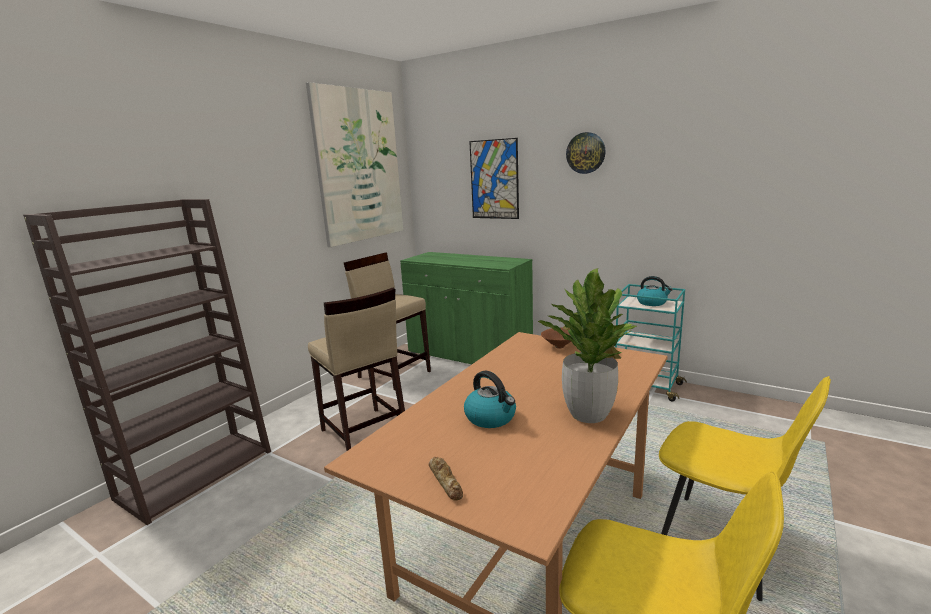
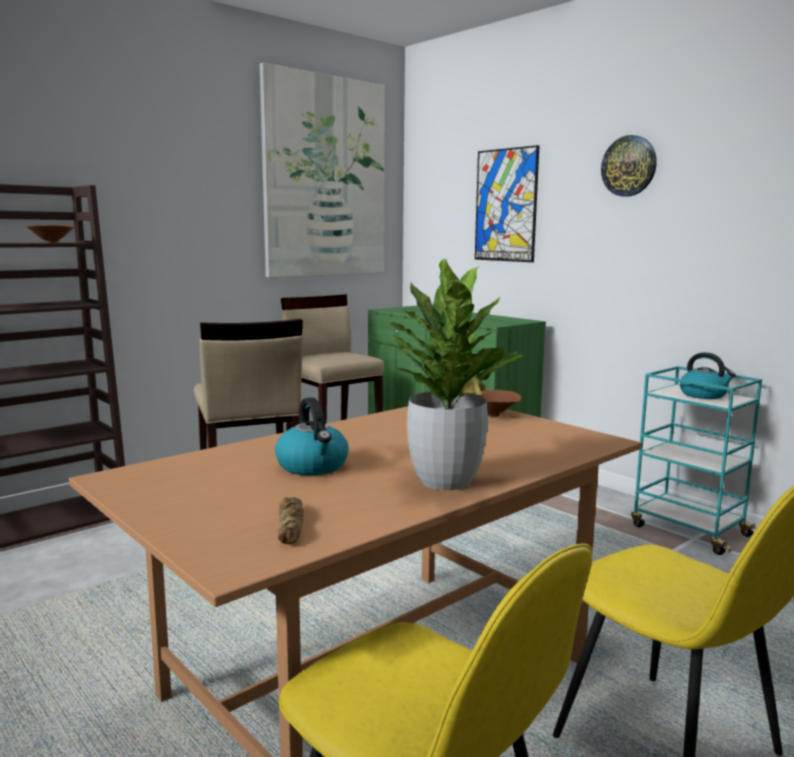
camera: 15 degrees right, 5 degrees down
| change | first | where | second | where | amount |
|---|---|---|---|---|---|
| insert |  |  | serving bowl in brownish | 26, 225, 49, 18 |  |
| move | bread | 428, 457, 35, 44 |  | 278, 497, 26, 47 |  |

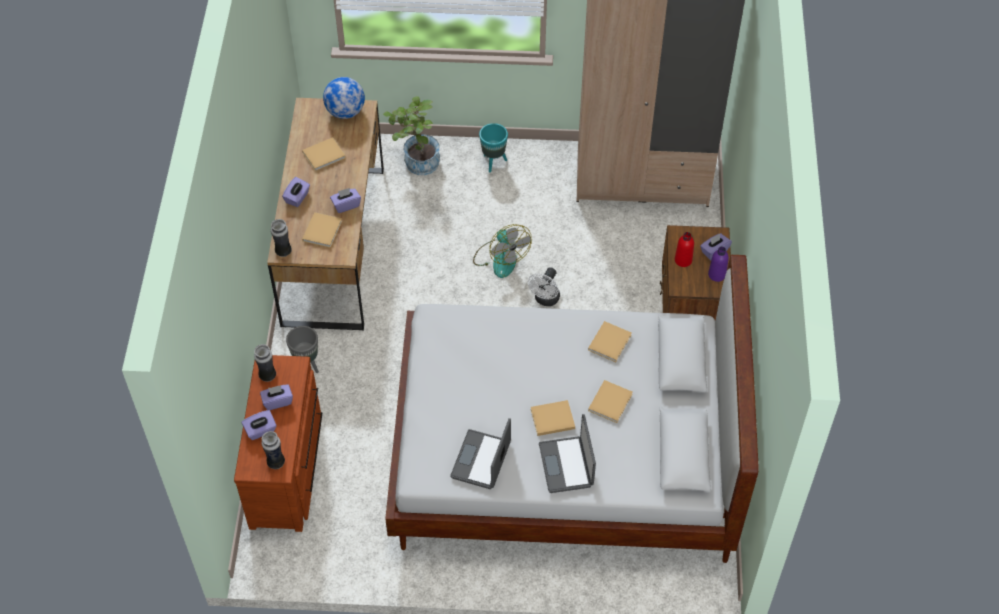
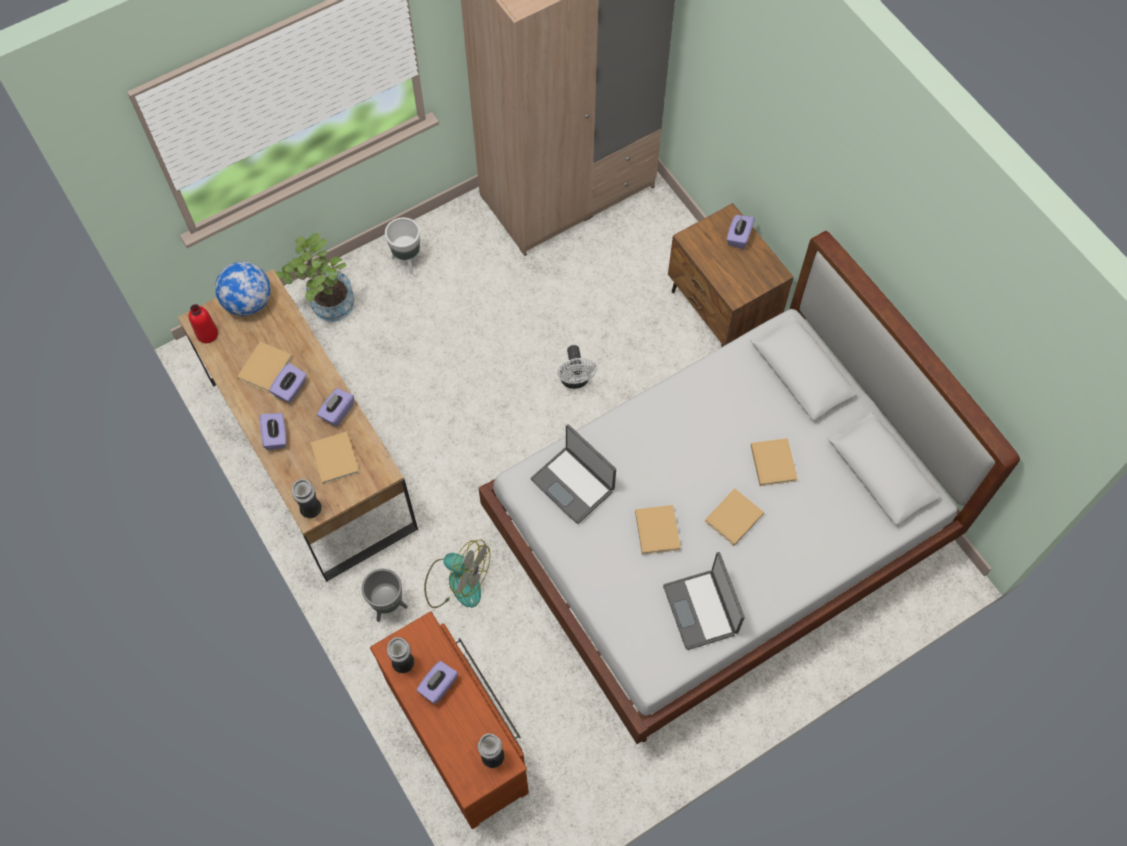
camera: 35 degrees left, 10 degrees up
| change | first | where | second | where | amount |
|---|---|---|---|---|---|
| delete | drink bottle in purple | 708, 247, 21, 35 |  |  |  |
| move | tissue box in purple | 242, 410, 35, 30 |  | 269, 363, 38, 40 |  |
| move | electric fan | 473, 224, 59, 54 |  | 424, 540, 66, 68 |  |
| move | laptop | 539, 414, 57, 79 |  | 530, 424, 86, 100 |  |
| move | book in sand-coloured | 588, 321, 44, 41 |  | 635, 505, 46, 50 |  |
| move | drink bottle in reddish | 675, 232, 19, 35 |  | 189, 304, 29, 39 |  |
| recolor | plant pot in blue-green | 479, 123, 29, 49 | plant pot in whitish | 385, 217, 35, 58 |  |

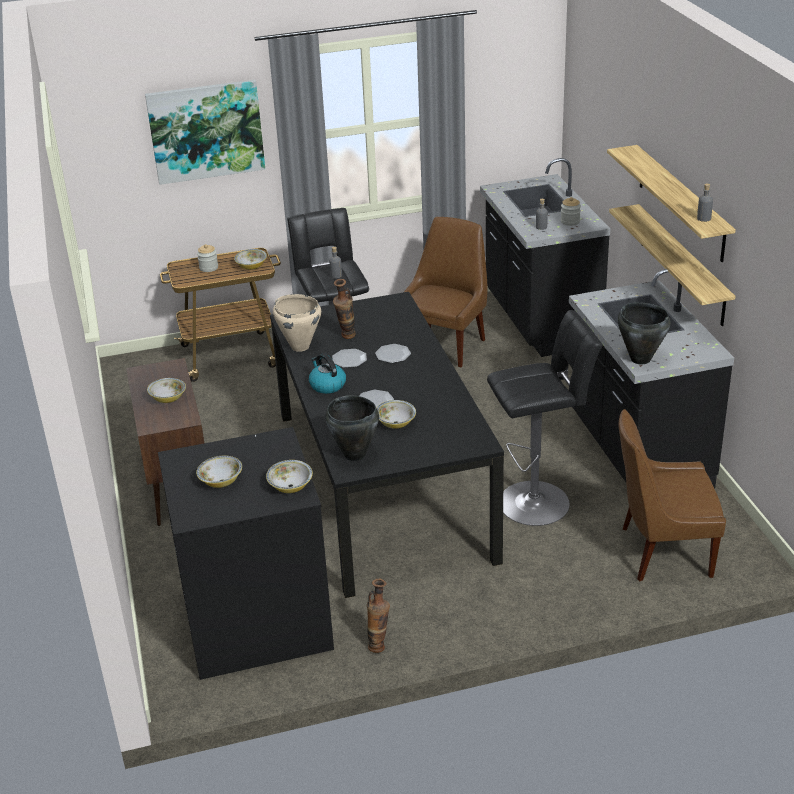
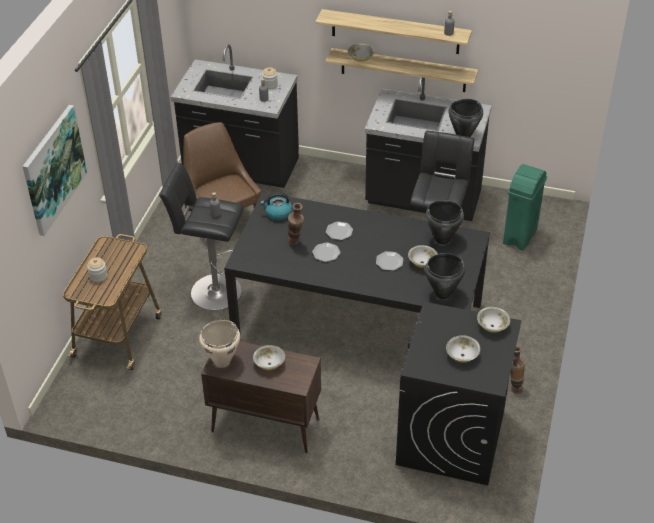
camera: 60 degrees left, 10 degrees up
| change | first | where | second | where | amount |
|---|---|---|---|---|---|
| insert |  |  | saucepot in black | 426, 200, 38, 44 |  |
| move | serving bowl | 234, 249, 33, 21 |  | 348, 43, 26, 19 |  |
| move | saucepot in sand-coloured | 273, 294, 48, 58 |  | 199, 320, 41, 47 |  |
| move | water kettle | 309, 353, 37, 41 |  | 260, 193, 32, 27 |  |
| replace | upright chair in brownish | 619, 409, 107, 172 | trash can in green-coloured | 503, 164, 44, 87 |  |

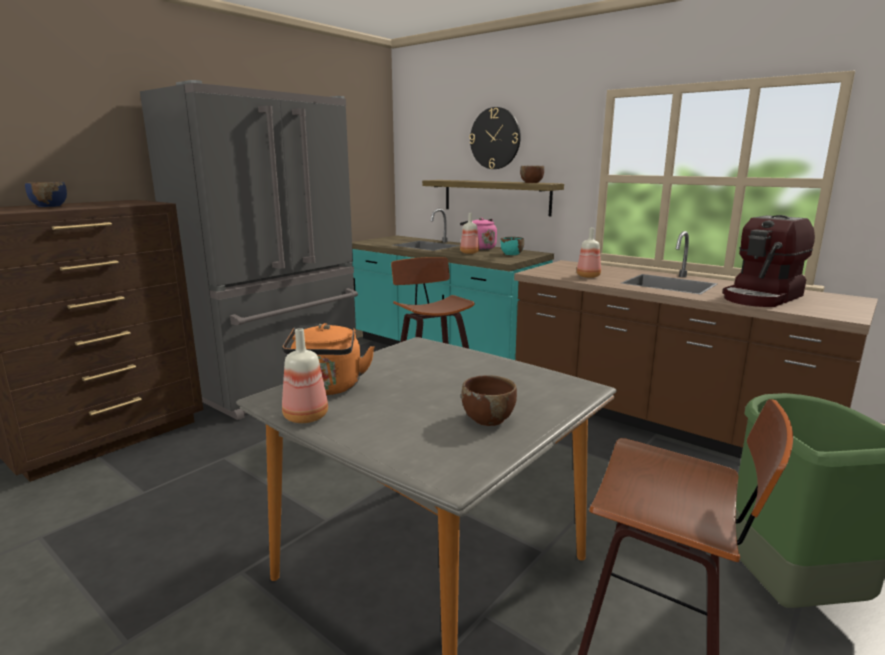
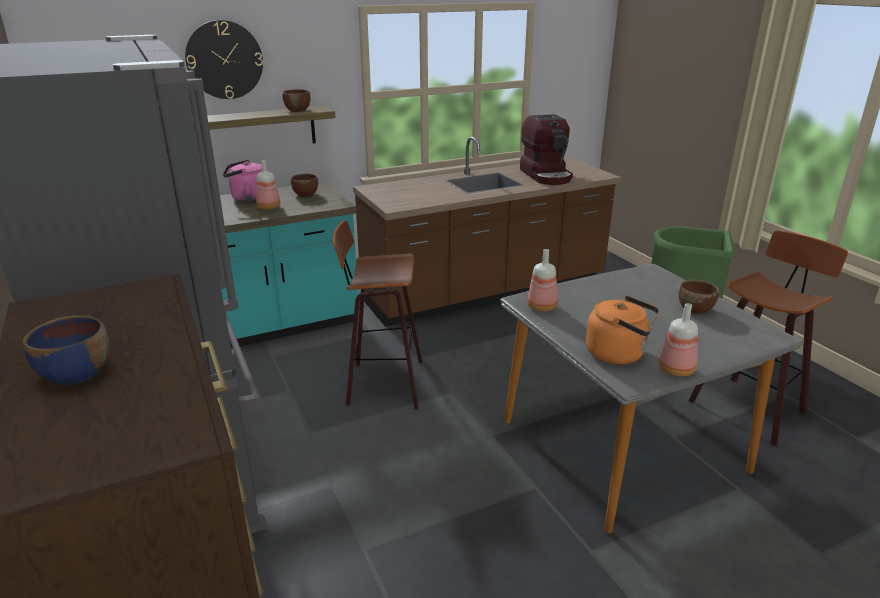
camera: 65 degrees left, 10 degrees up
| change | first | where | second | where | amount |
|---|---|---|---|---|---|
| move | drink bottle | 577, 228, 24, 50 |  | 527, 249, 31, 63 |  |
| recolor | serving bowl in blue-green | 500, 237, 24, 18 | serving bowl in brownish | 291, 174, 27, 23 |  |

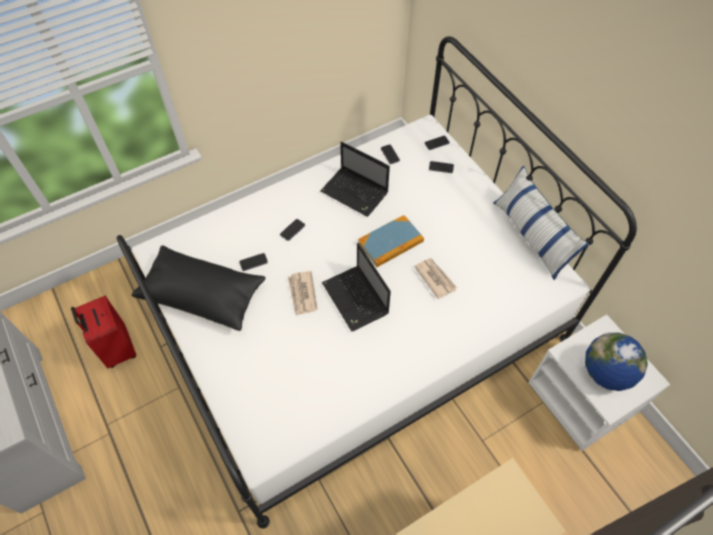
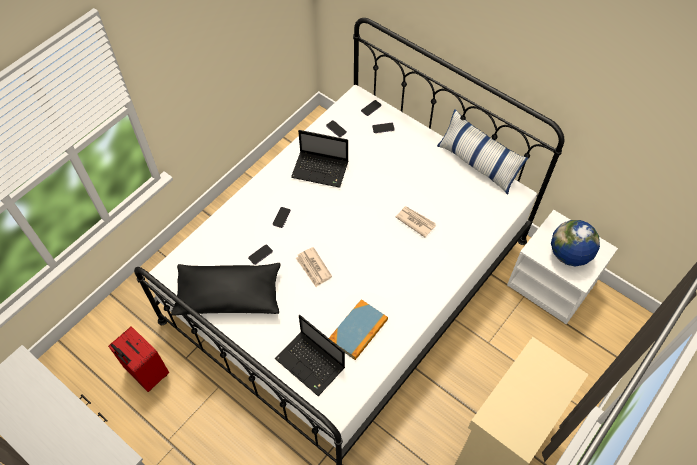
camera: 20 degrees left, 0 degrees up
| change | first | where | second | where | amount |
|---|---|---|---|---|---|
| move | laptop | 322, 243, 69, 89 |  | 275, 315, 70, 81 |  |
| move | book | 358, 215, 66, 52 |  | 329, 299, 59, 61 |  |

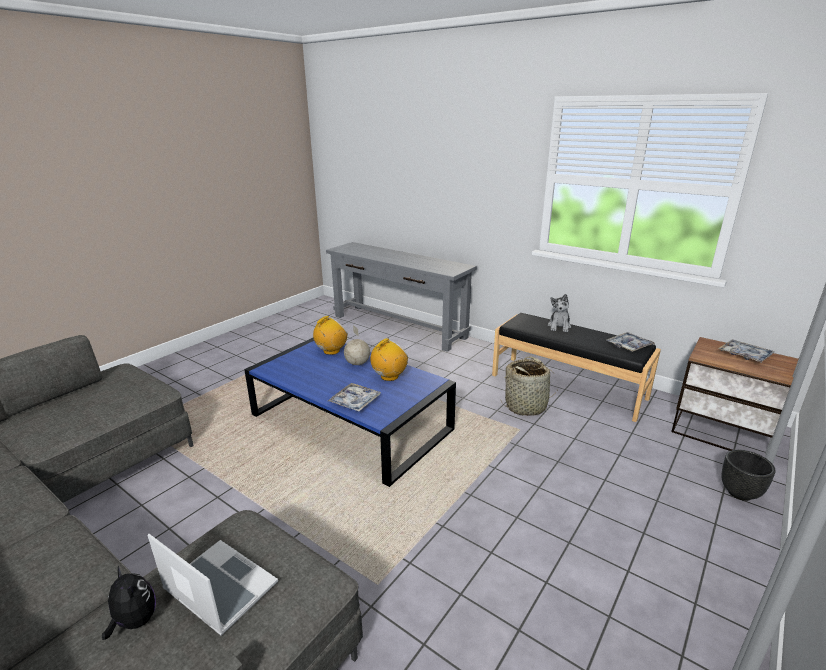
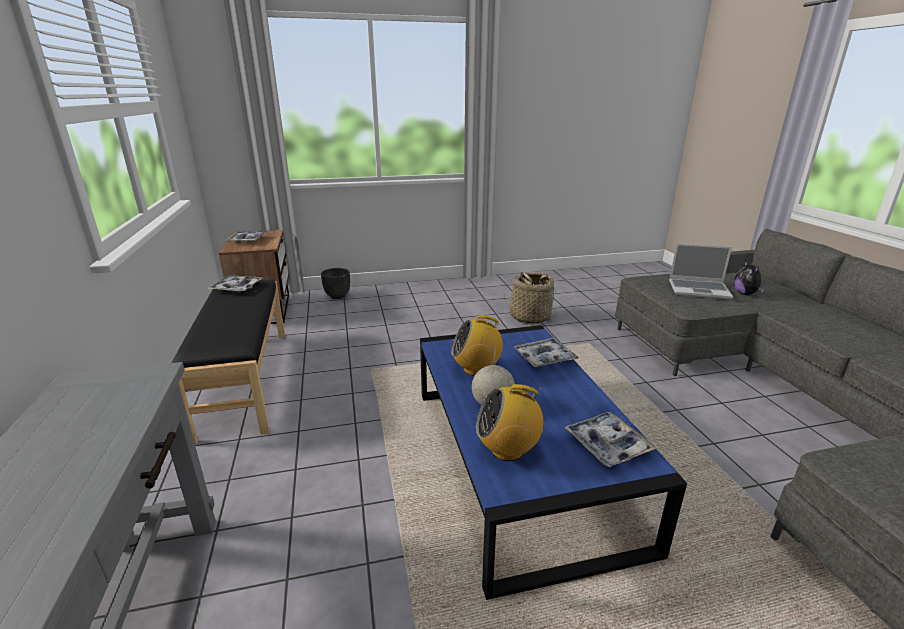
camera: 140 degrees left, 0 degrees up
| change | first | where | second | where | amount |
|---|---|---|---|---|---|
| delete | plush toy | 548, 294, 23, 38 |  |  |  |
| insert |  |  | serving tray | 564, 412, 93, 55 |  |
| move | household basket | 500, 356, 59, 60 |  | 504, 272, 52, 52 |  |
| rotate | laptop | 148, 534, 130, 102 |  | 669, 243, 64, 57 | 60 degrees counterclockwise |

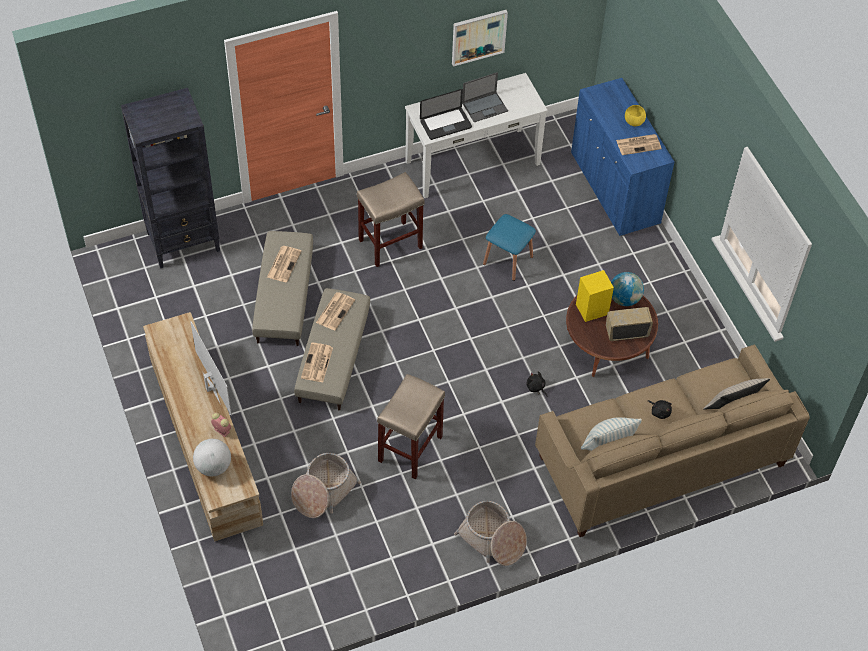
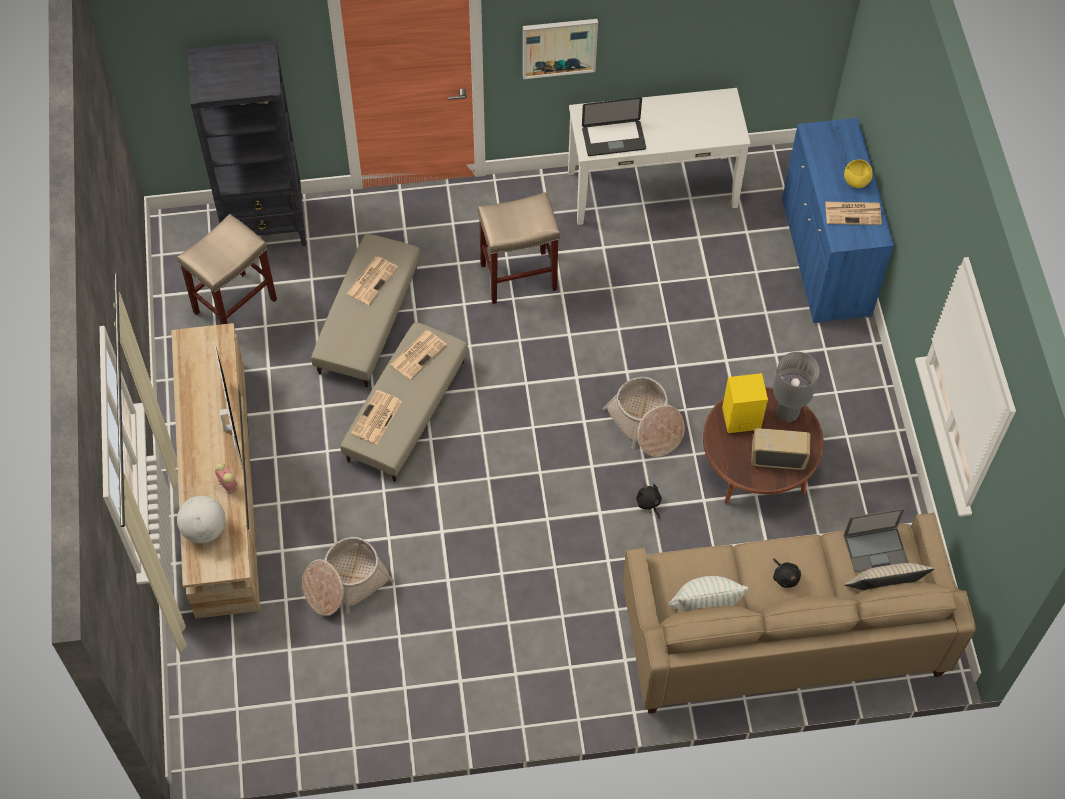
camera: 15 degrees right, 5 degrees up
| change | first | where | second | where | amount |
|---|---|---|---|---|---|
| delete | stool in bluish | 483, 214, 53, 67 |  |  |  |
| move | stool in sand-coloured | 377, 374, 68, 105 |  | 177, 214, 100, 110 |  |
| move | wall picture | 452, 10, 56, 56 |  | 523, 19, 75, 60 |  |
| move | household basket | 454, 501, 73, 65 |  | 602, 377, 83, 80 |  |
| move | laptop | 462, 72, 46, 50 |  | 844, 508, 64, 64 |  |
| replace | world globe | 611, 272, 33, 34 | table lamp in grey | 773, 352, 47, 70 |  |

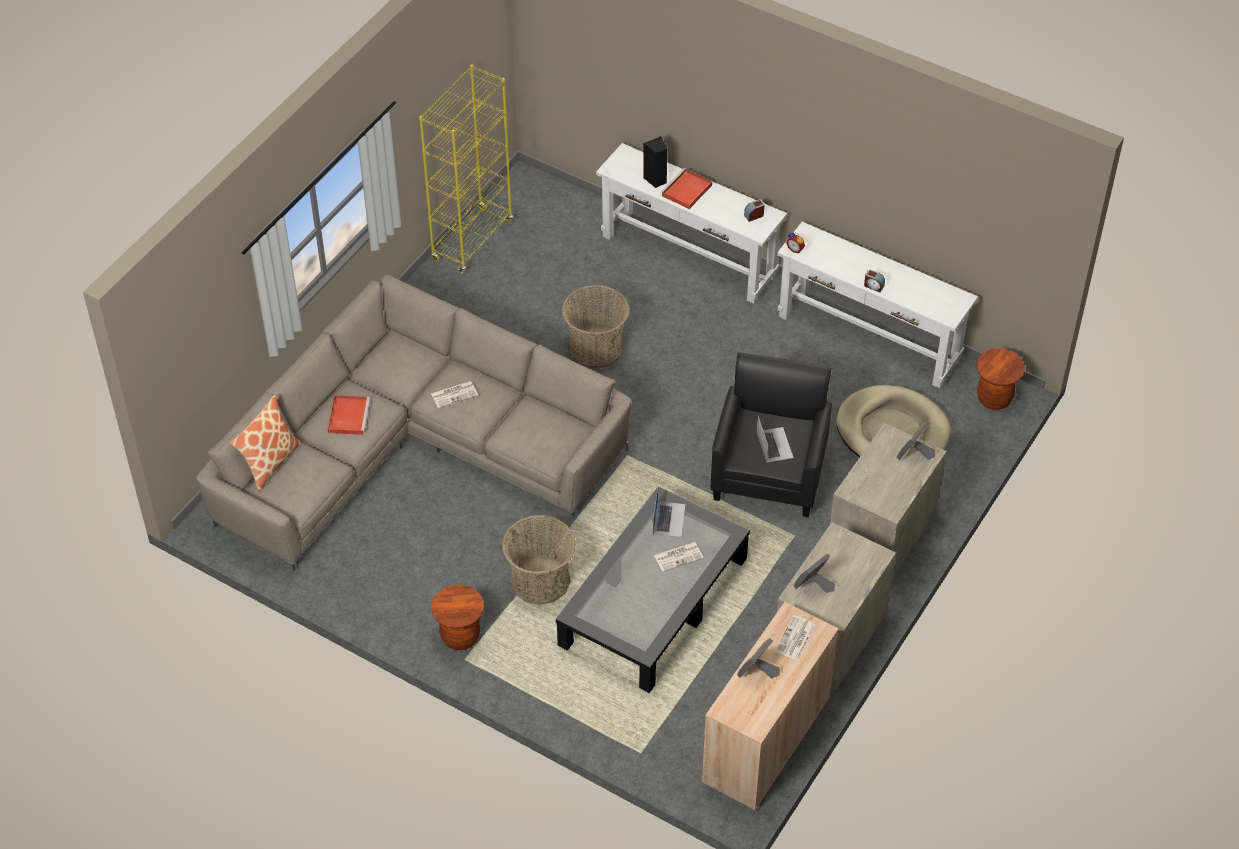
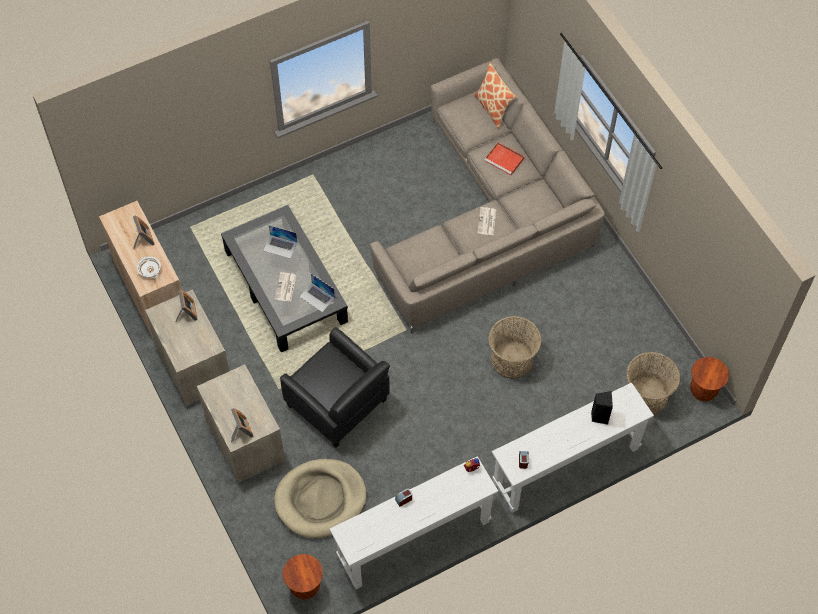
camera: 120 degrees right, 10 degrees up
| change | first | where | second | where | amount |
|---|---|---|---|---|---|
| delete | shelving unit in yellowish | 419, 64, 94, 210 |  |  |  |
| delete | serving tray in reddish | 661, 168, 51, 41 |  |  |  |
| move | stool in brownish | 431, 585, 53, 65 |  | 690, 357, 39, 44 |  |
| move | household basket | 502, 515, 74, 90 |  | 626, 352, 54, 62 |  |
| move | laptop | 757, 416, 37, 47 |  | 263, 225, 34, 34 |  |
| replace | newspaper | 775, 615, 41, 46 | serving bowl in whitish | 137, 257, 24, 21 |  |

